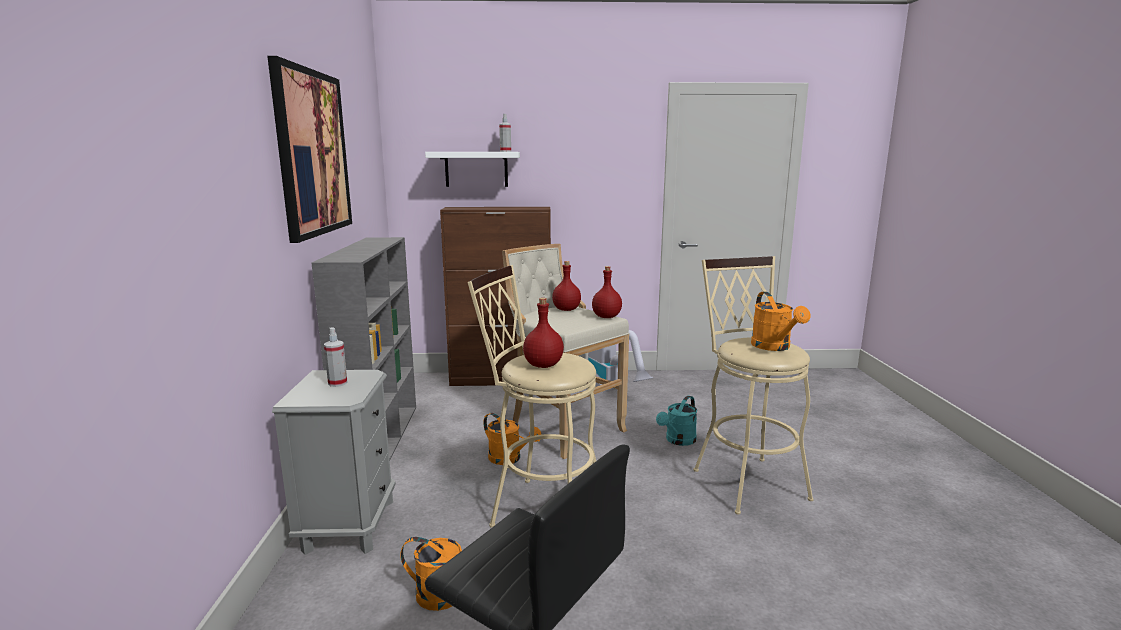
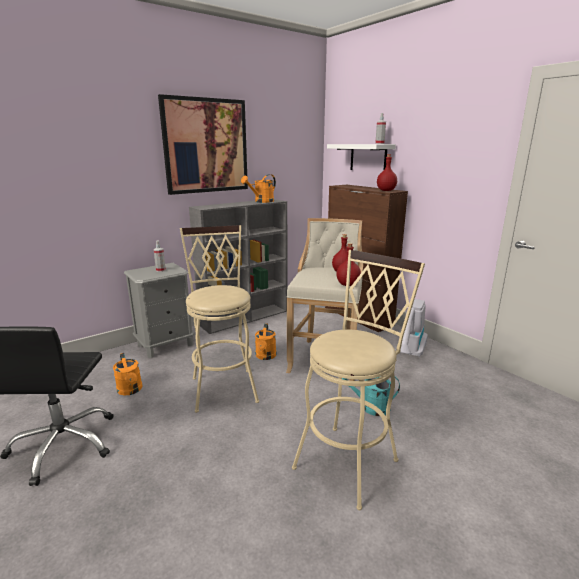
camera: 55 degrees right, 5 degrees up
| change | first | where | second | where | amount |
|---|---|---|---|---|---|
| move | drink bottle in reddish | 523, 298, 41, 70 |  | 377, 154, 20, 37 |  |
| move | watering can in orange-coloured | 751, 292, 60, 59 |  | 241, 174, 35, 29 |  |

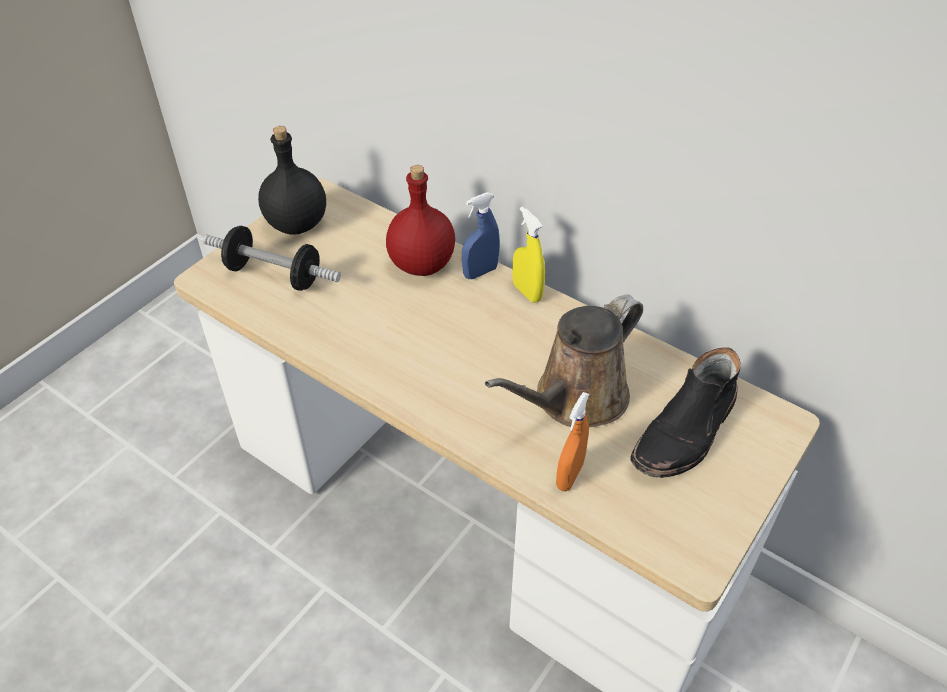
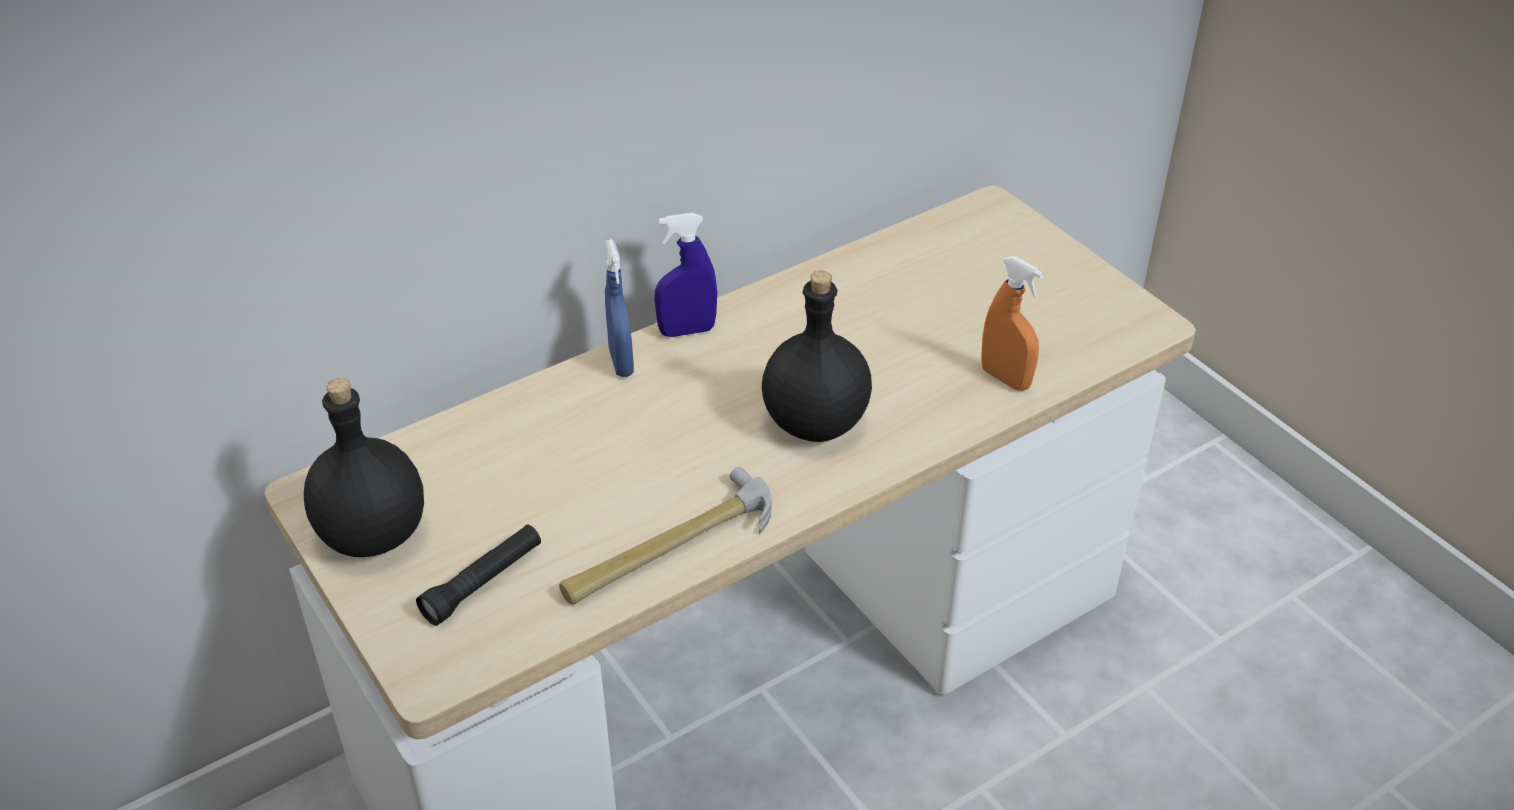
camera: 70 degrees left, 5 degrees down
| change | first | where | second | where | amount |
|---|---|---|---|---|---|
| delete | drink bottle in reddish | 386, 165, 69, 111 |  |  |  |
| delete | watering can in brownish | 485, 295, 158, 133 |  |  |  |
| delete | tall boot in black | 631, 348, 110, 130 |  |  |  |
| insert |  |  | hand hammer | 559, 467, 212, 137 |  |
| insert |  |  | drink bottle in black | 762, 271, 110, 171 |  |
| replace | dumbbell | 203, 226, 138, 65 | flashlight in black | 416, 524, 125, 102 |  |
| recolor | sprayer in yellowish | 512, 207, 33, 96 | sprayer in bluish | 654, 213, 63, 124 |  |

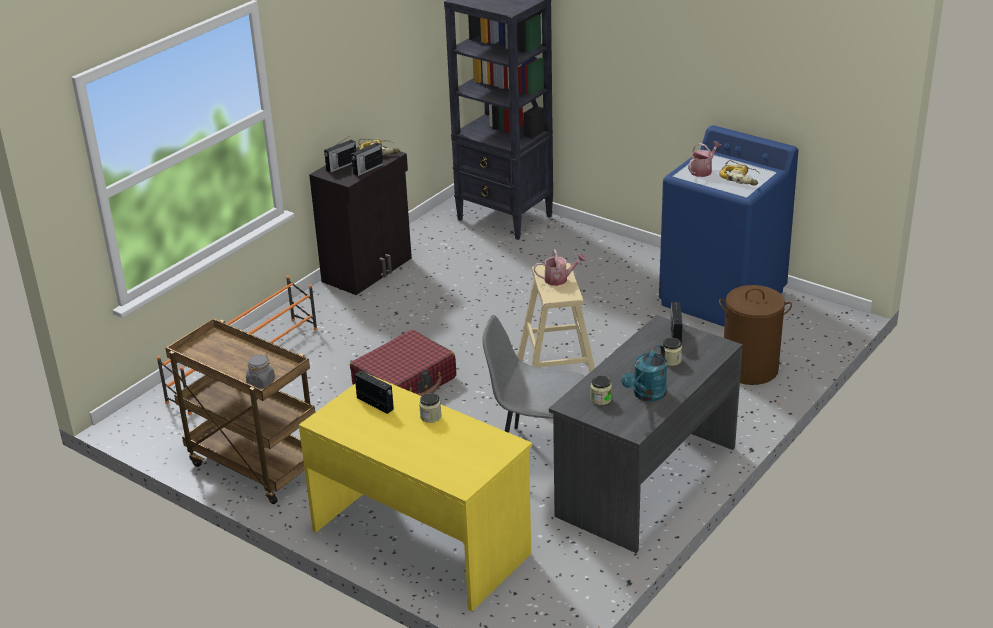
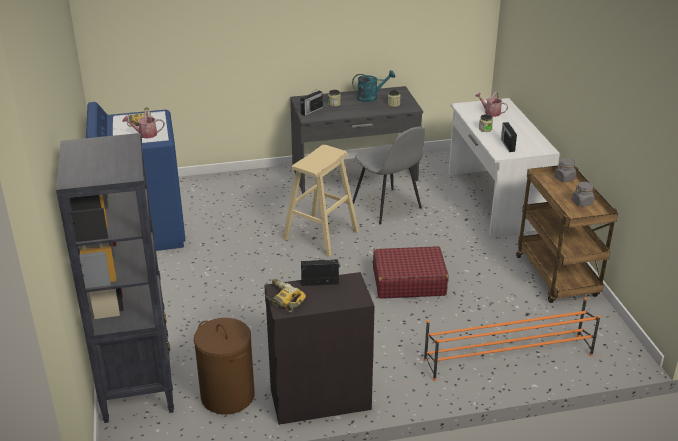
camera: 140 degrees left, 0 degrees up
| change | first | where | second | where | amount |
|---|---|---|---|---|---|
| delete | radio set | 324, 138, 32, 35 |  |  |  |
| insert |  |  | preserve jar in grey | 572, 182, 23, 25 |  |
| move | watering can | 533, 249, 53, 37 |  | 475, 92, 33, 25 |  |
| move | washing basket in brownish | 719, 285, 73, 100 |  | 194, 318, 61, 97 |  |
| recolor | desk in yellowish | 299, 374, 233, 238 | desk in whitish | 449, 98, 111, 138 |  |

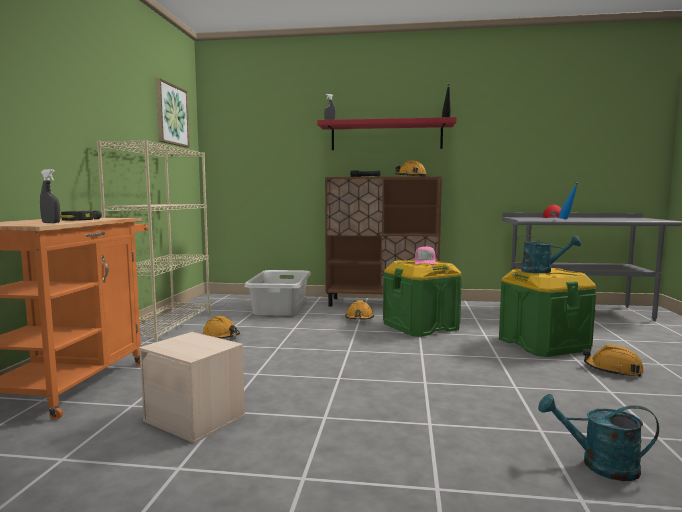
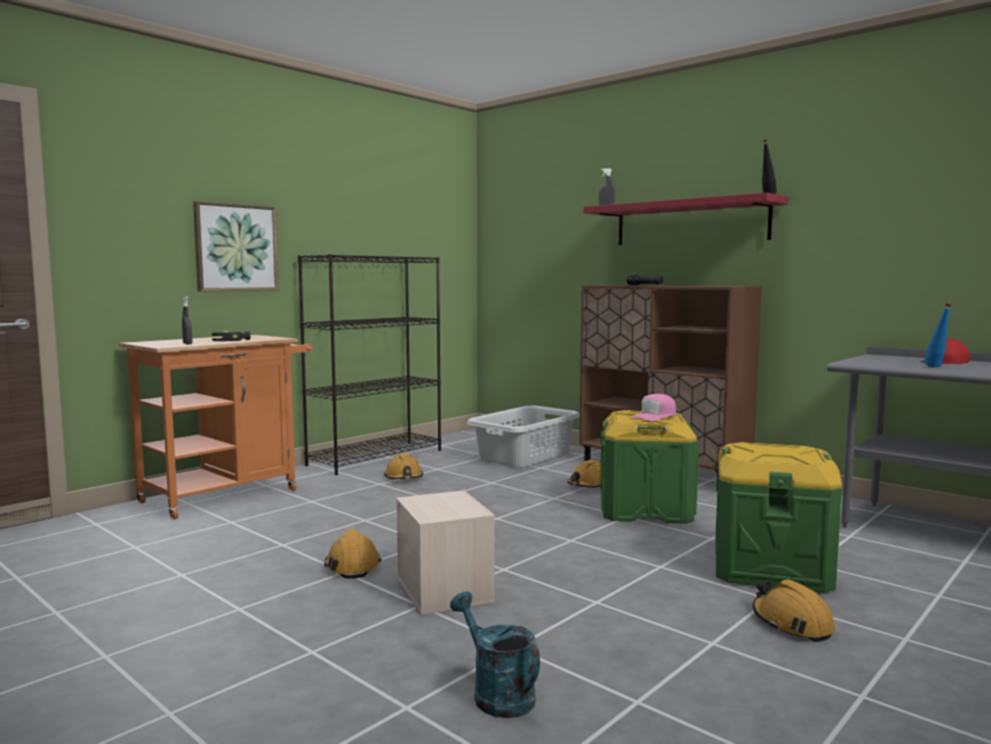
camera: 35 degrees right, 0 degrees up
| change | first | where | second | where | amount |
|---|---|---|---|---|---|
| delete | watering can in blue-green | 515, 235, 66, 38 |  |  |  |
| move | storage bin in sand-coloured | 139, 332, 106, 111 |  | 396, 490, 99, 125 |  |
| move | wall picture | 156, 78, 34, 70 |  | 193, 201, 86, 90 |  |
| move | safety helmet in orange-coloured | 395, 160, 32, 16 |  | 324, 529, 57, 50 |  |
| recolor | shelving unit in sand-coloured | 97, 140, 113, 202 | shelving unit in black | 298, 254, 143, 221 |  |

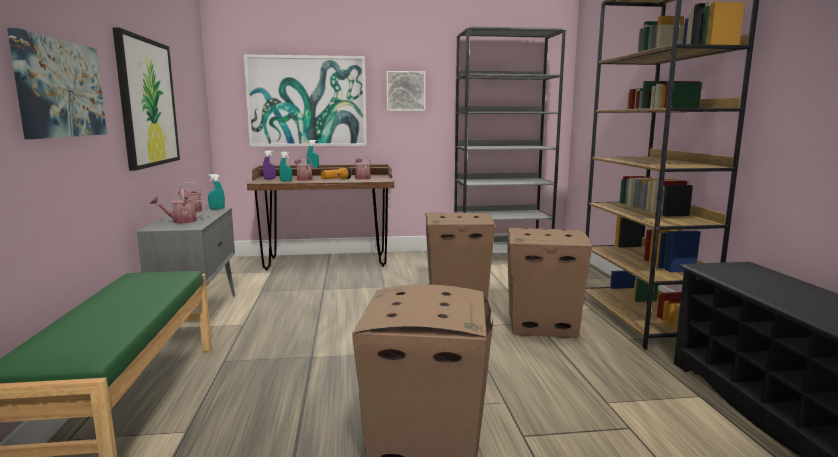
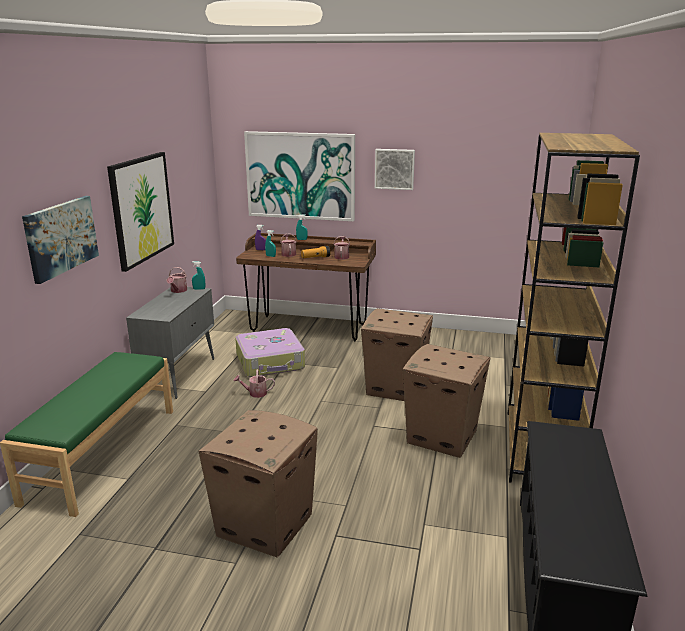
camera: 20 degrees right, 10 degrees up
| change | first | where | second | where | amount |
|---|---|---|---|---|---|
| delete | shelving unit in grey | 454, 26, 112, 229 |  |  |  |
| insert |  |  | suitcase | 235, 328, 70, 49 |  |
| move | watering can | 149, 189, 58, 34 |  | 234, 369, 41, 29 |  |

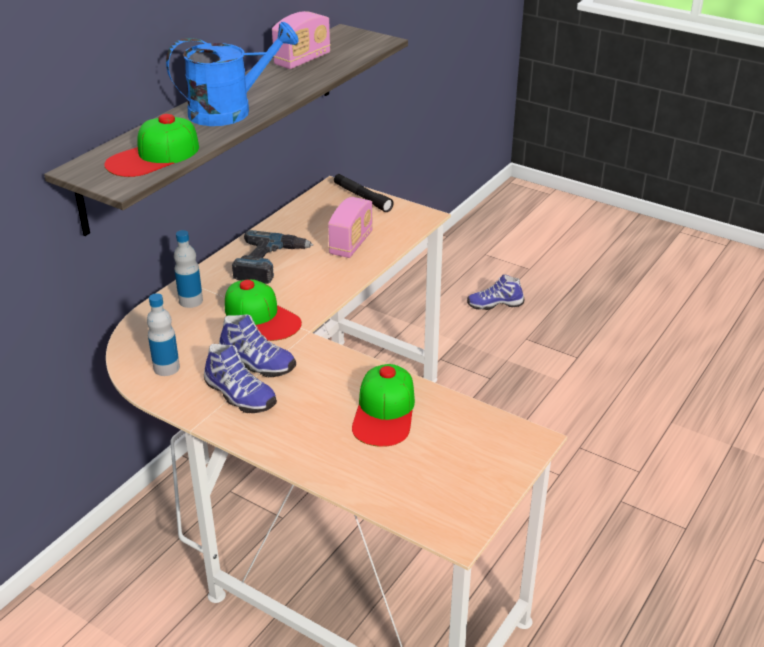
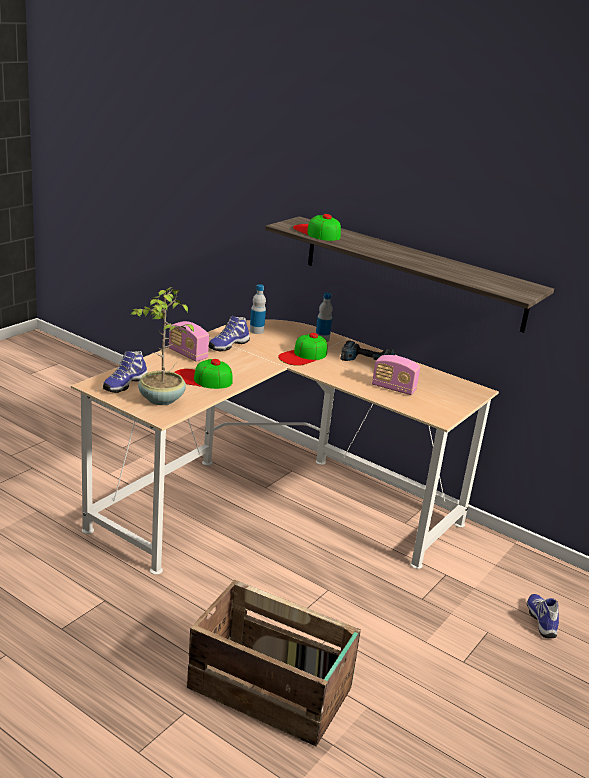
camera: 90 degrees right, 10 degrees down
| change | first | where | second | where | amount |
|---|---|---|---|---|---|
| delete | watering can in bluish | 166, 21, 132, 105 |  |  |  |
| delete | flashlight in black | 334, 174, 60, 38 |  |  |  |
| insert |  |  | plant in a pot | 130, 287, 64, 118 |  |
| insert |  |  | packing crate | 187, 580, 174, 166 |  |
| move | item of footwear | 219, 314, 77, 64 |  | 103, 351, 45, 42 |  |
| move | radio set | 272, 11, 59, 58 |  | 169, 321, 40, 40 |  |

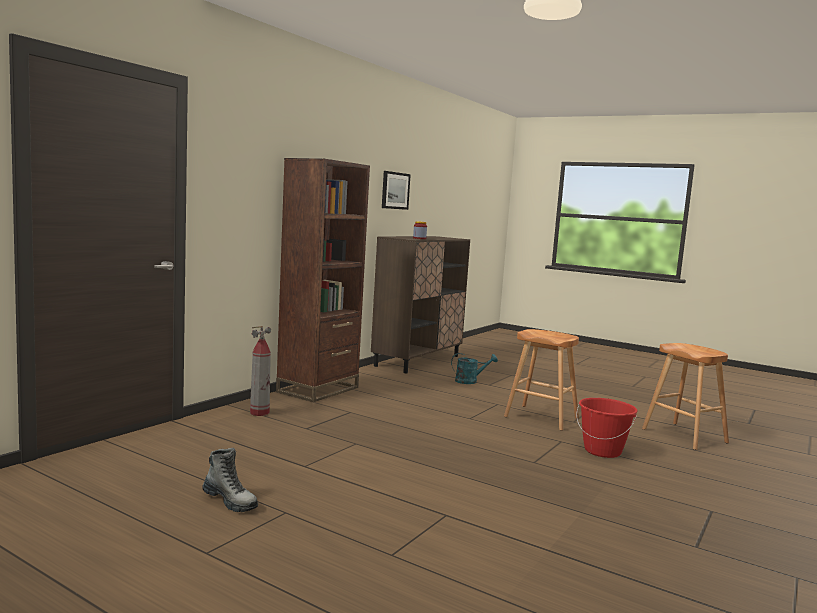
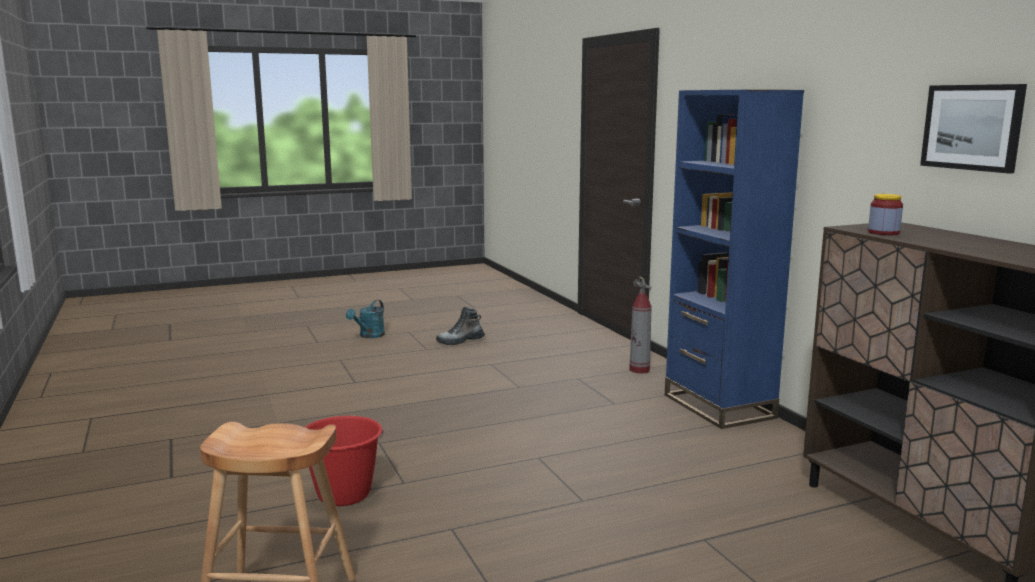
camera: 125 degrees right, 5 degrees up
| change | first | where | second | where | amount |
|---|---|---|---|---|---|
| delete | stool in brownish | 504, 329, 75, 102 |  |  |  |
| move | watering can in blue-green | 451, 353, 47, 31 |  | 346, 300, 39, 38 |  |
| recolor | shelving unit in brownish | 276, 158, 94, 244 | shelving unit in bluish | 665, 90, 139, 339 |  |

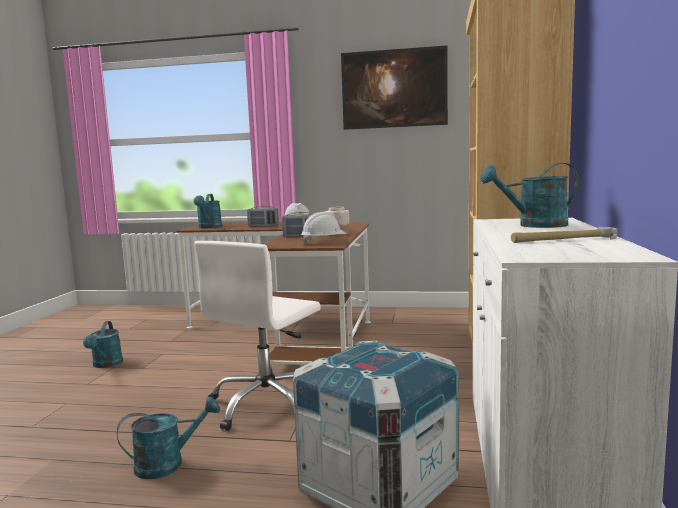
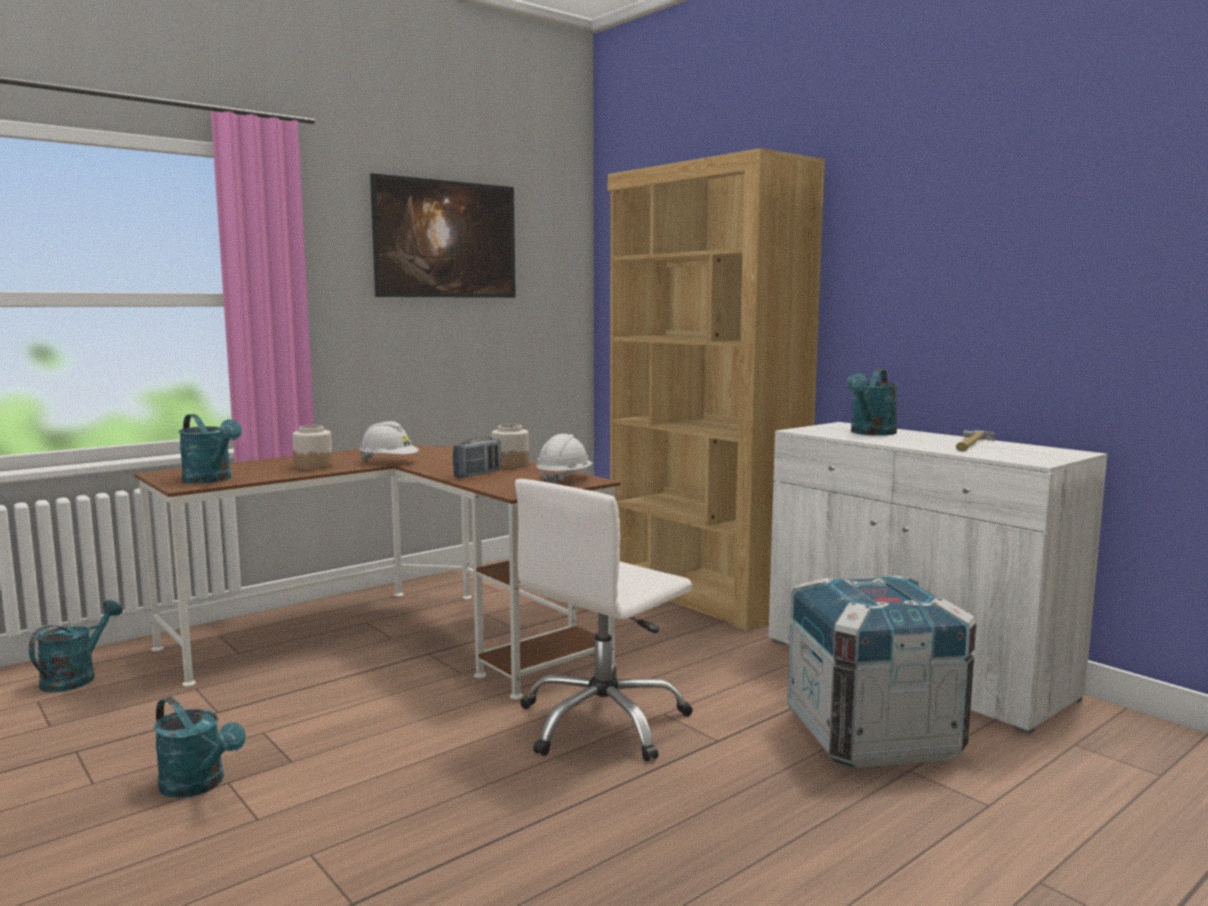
camera: 50 degrees left, 0 degrees up
| change | first | where | second | where | amount |
|---|---|---|---|---|---|
| move | watering can in blue-green | 117, 397, 103, 82 |  | 29, 600, 93, 92 |  |
| replace | radio set | 247, 206, 32, 21 | preserve jar | 292, 425, 41, 45 |  |
| rotate | computer chair in whitish | 194, 241, 127, 190 |  | 515, 479, 178, 282 | 60 degrees clockwise |

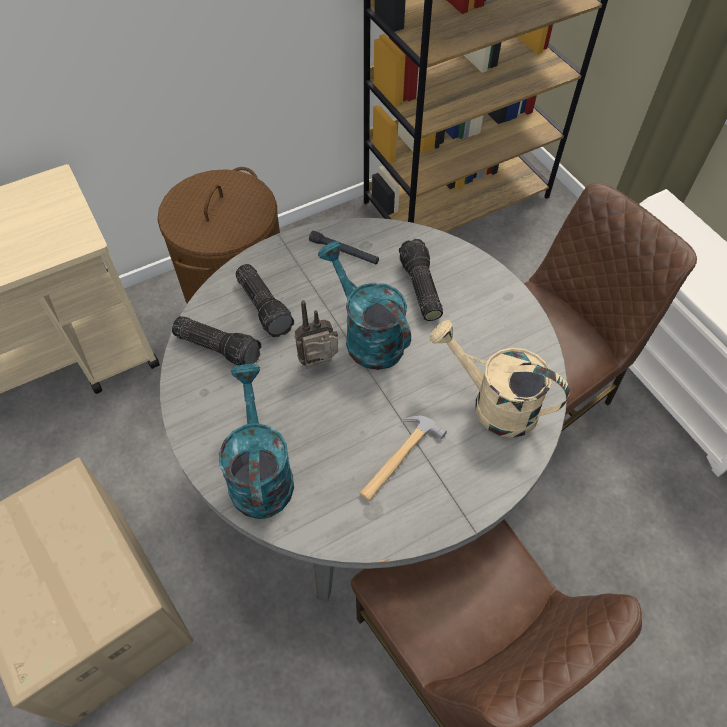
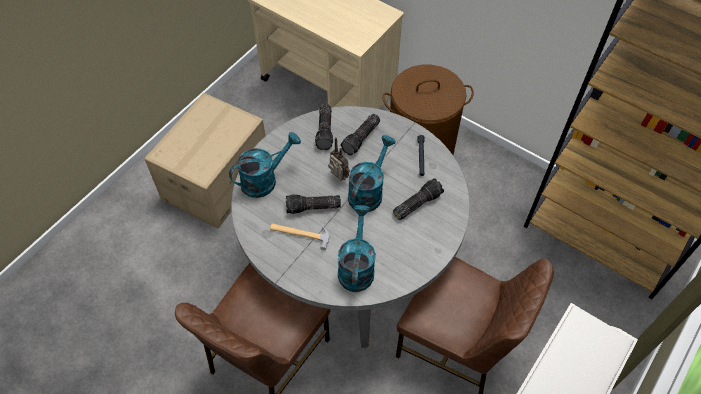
camera: 65 degrees right, 0 degrees up
| change | first | where | second | where | amount |
|---|---|---|---|---|---|
| insert |  |  | flashlight | 286, 195, 55, 19 |  |
| recolor | watering can in sand-coloured | 430, 320, 140, 118 | watering can in blue-green | 338, 205, 38, 87 |  |

